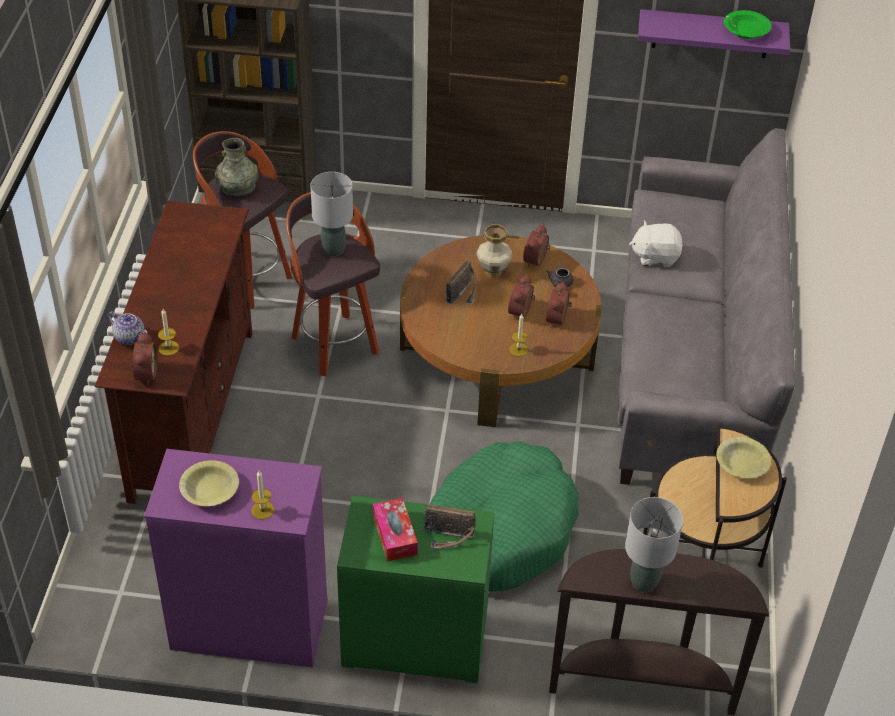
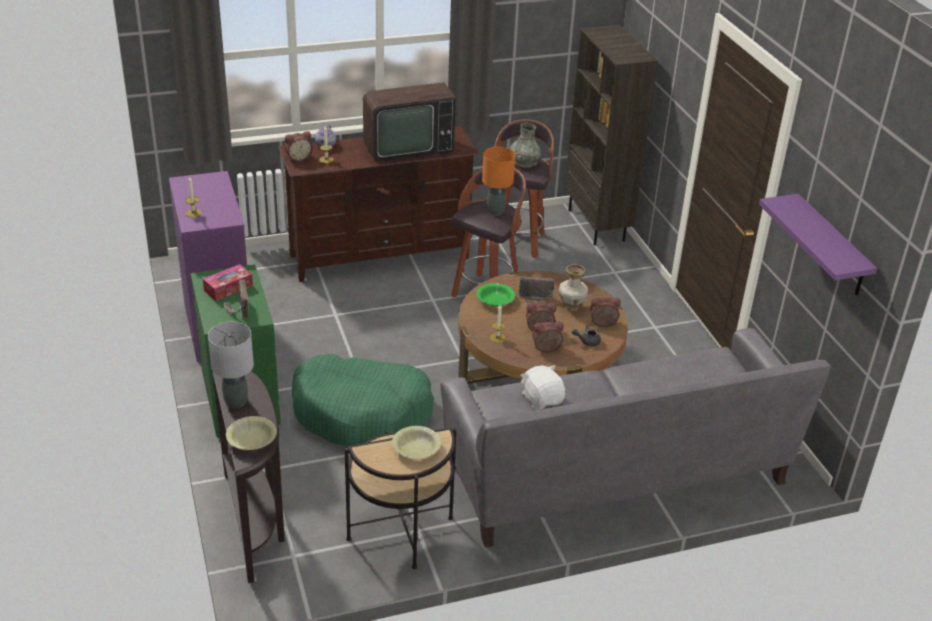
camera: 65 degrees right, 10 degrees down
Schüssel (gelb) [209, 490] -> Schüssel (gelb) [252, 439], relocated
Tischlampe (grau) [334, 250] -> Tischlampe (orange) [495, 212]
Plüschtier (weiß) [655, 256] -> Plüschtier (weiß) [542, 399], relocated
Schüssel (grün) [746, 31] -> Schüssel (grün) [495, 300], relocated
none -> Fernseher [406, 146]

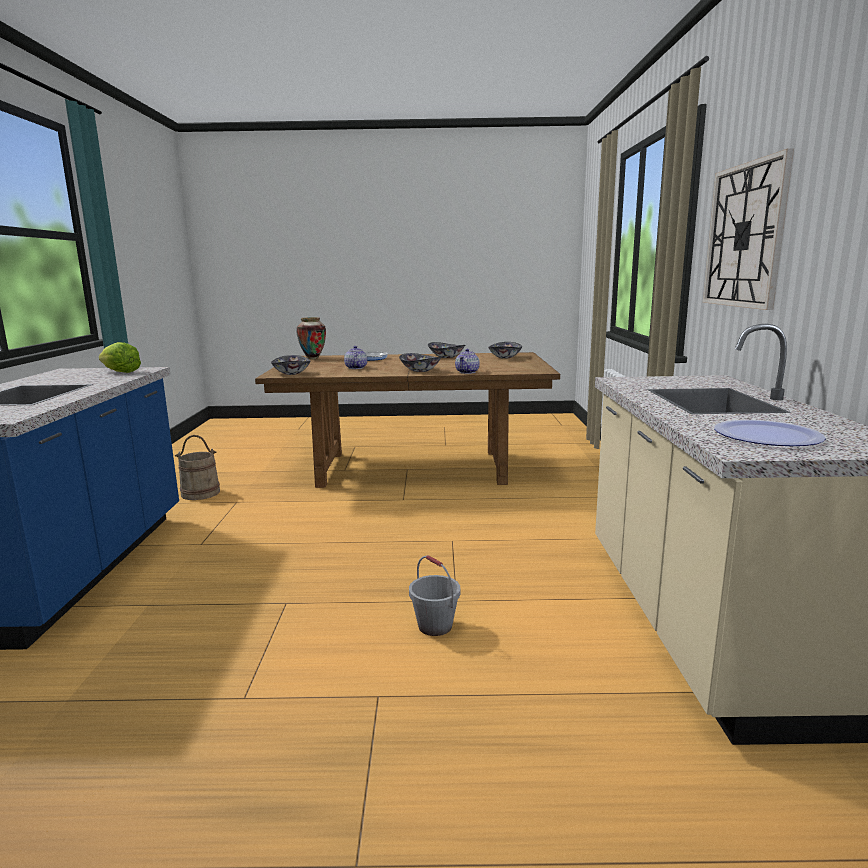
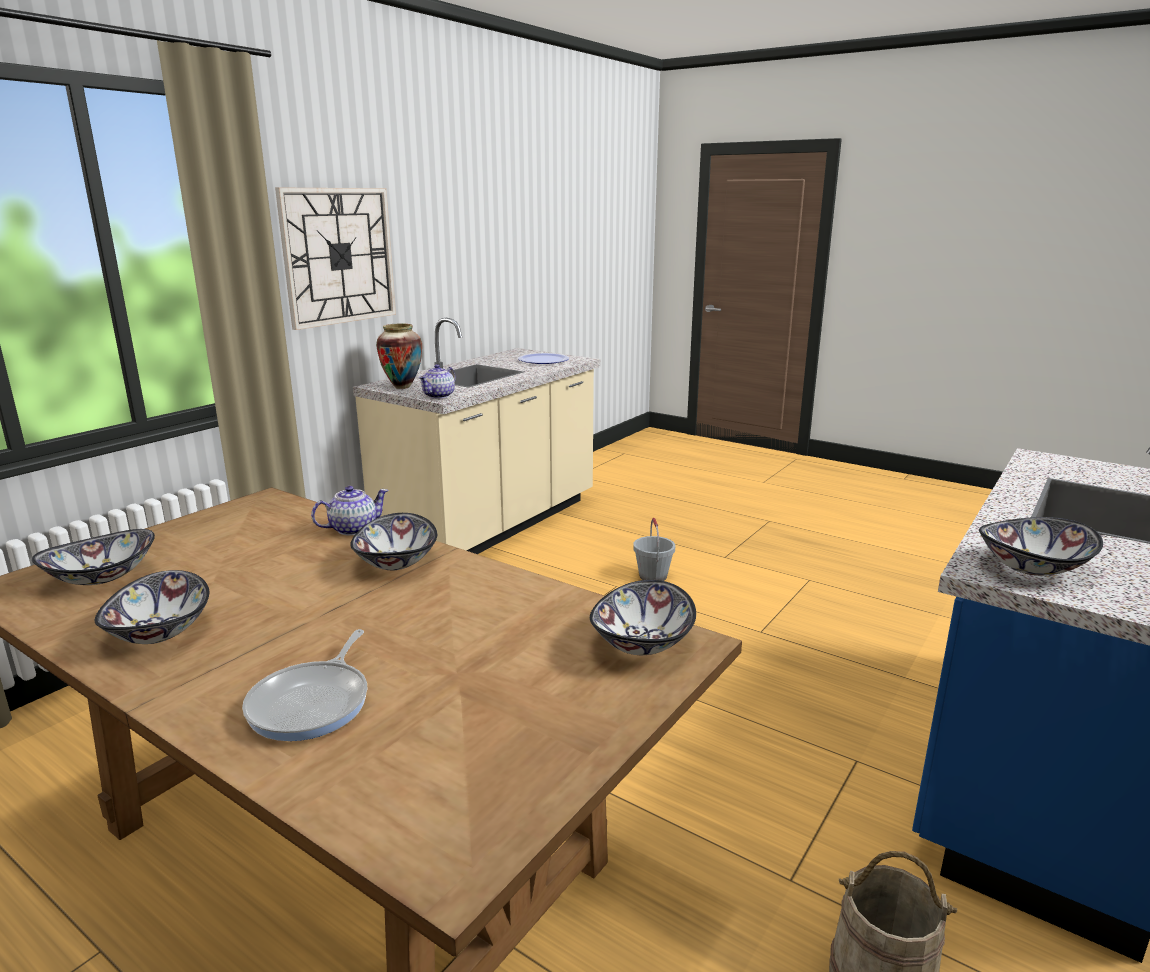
camera: 145 degrees left, 5 degrees up
Salatkopf [120, 372] -> Schüssel [1031, 567]
Vase [313, 358] -> Vase [402, 387], relocated
Teekanne [355, 368] -> Teekanne [439, 396], relocated

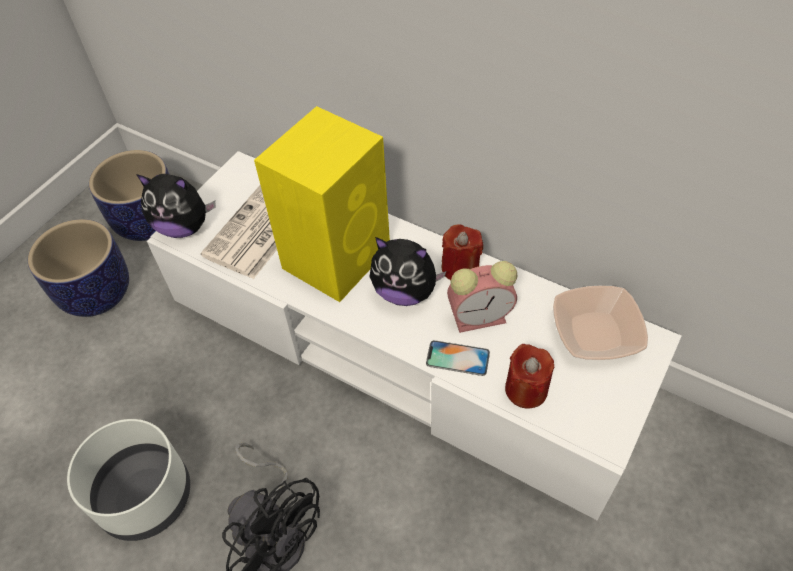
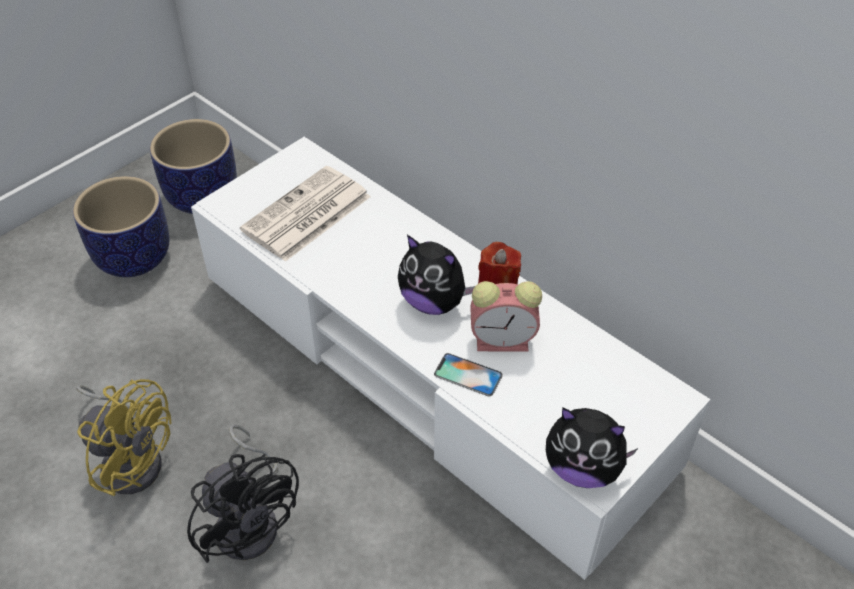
camera: 10 degrees right, 5 degrees down
Pflanzkübel (weiß) [145, 495] -> Ventilator (gelb) [131, 458]
Plüschtier [184, 227] -> Plüschtier [582, 468], relocated
Lautsprecher (gelb) [338, 256] -> none
Kerze (rot) [526, 389] -> none
Schüssel [595, 332] -> none

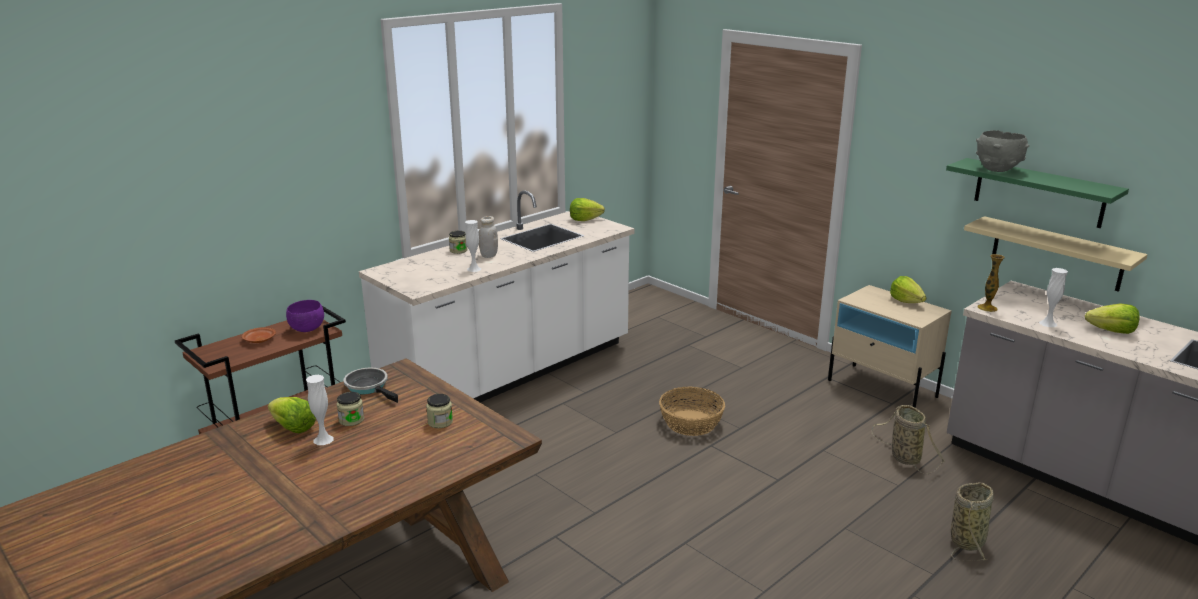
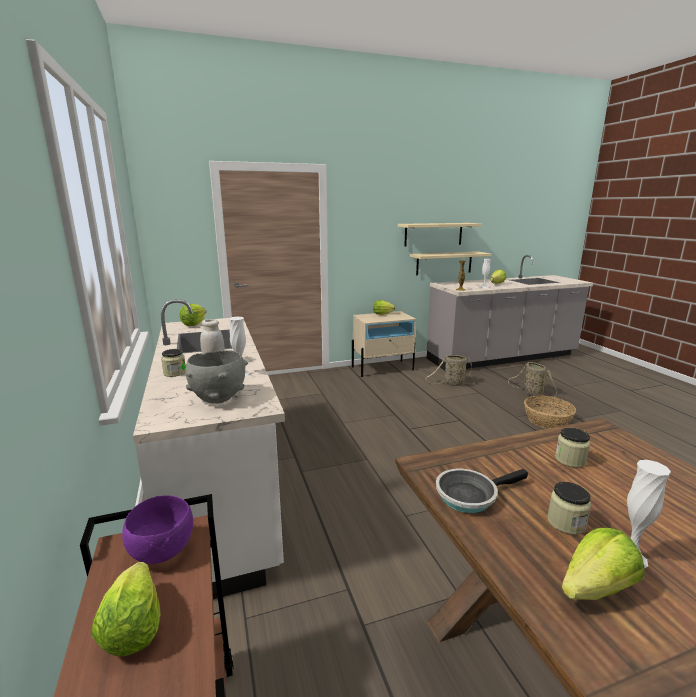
camera: 65 degrees left, 5 degrees down
Teller (braun) [259, 340] -> Salatkopf [134, 627]
Korb [691, 422] -> Korb [546, 420], relocated
Wandregal (grün) [1039, 193] -> Wandregal (beige) [433, 234]
Schüssel (grau) [997, 169] -> Schüssel (grau) [218, 398], relocated

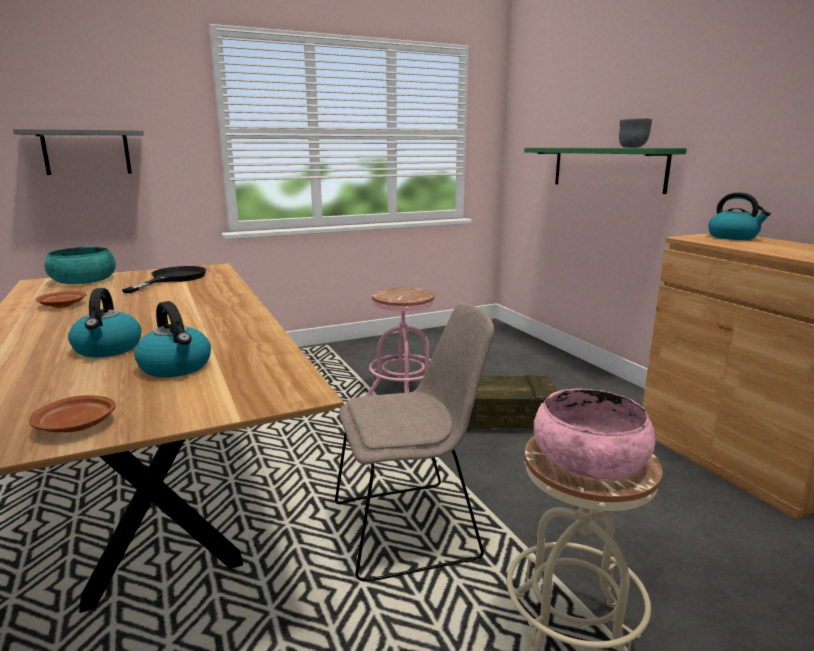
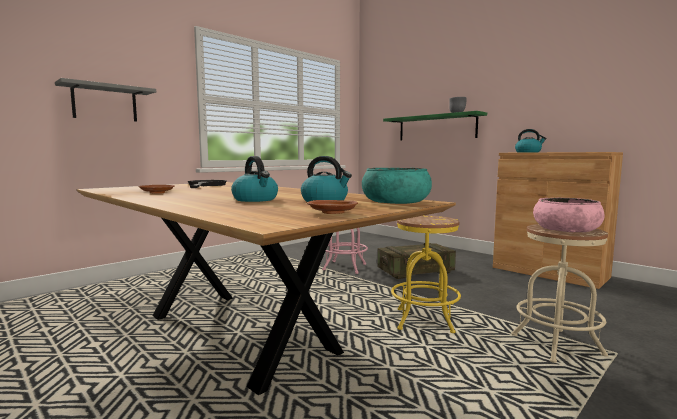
camera: 20 degrees left, 10 degrees down
Schüssel (türkis) [83, 280] -> Schüssel (türkis) [395, 202], relocated
Stuhl (beige) [411, 528] -> Hocker (gelb) [424, 321]

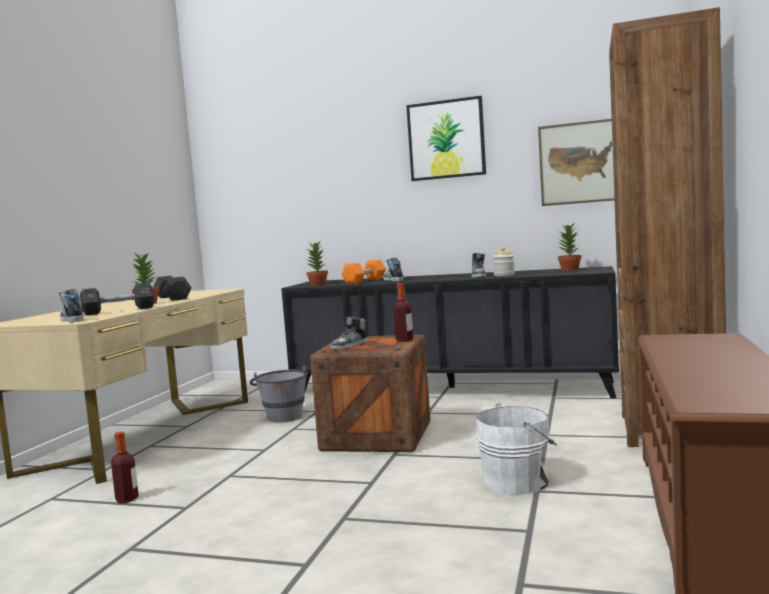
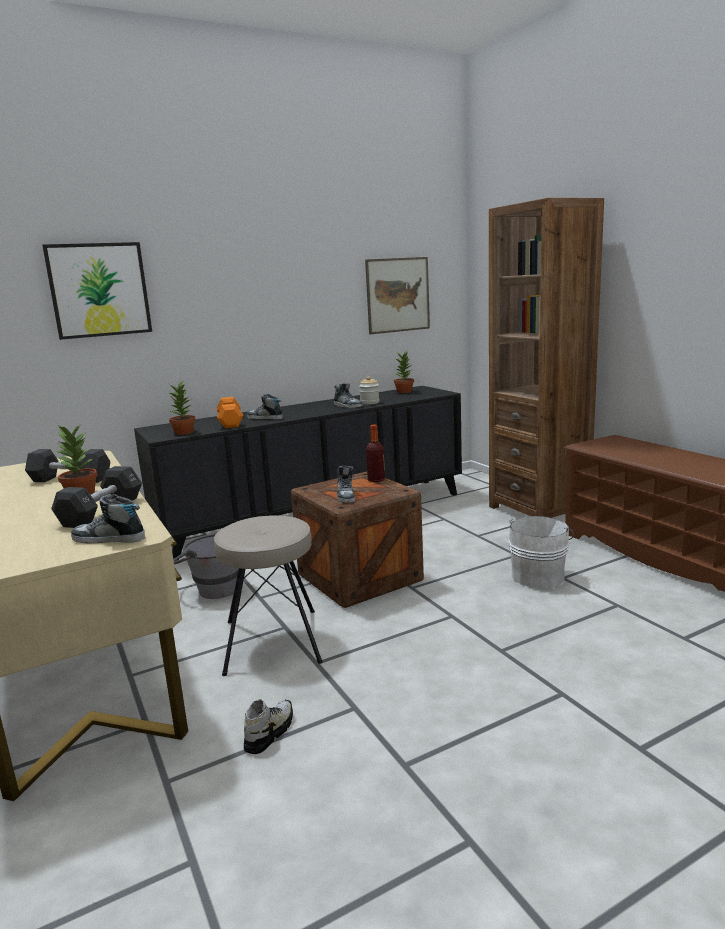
camera: 45 degrees left, 10 degrees up
Flasche [127, 499] -> Schuh [269, 733]
Bild [446, 139] -> Bild [99, 290], relocated
none -> Hocker (beige) [273, 640]

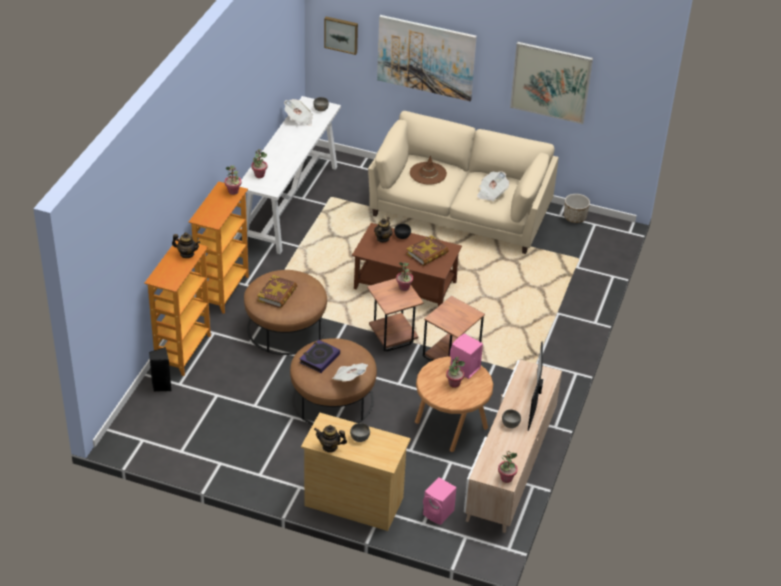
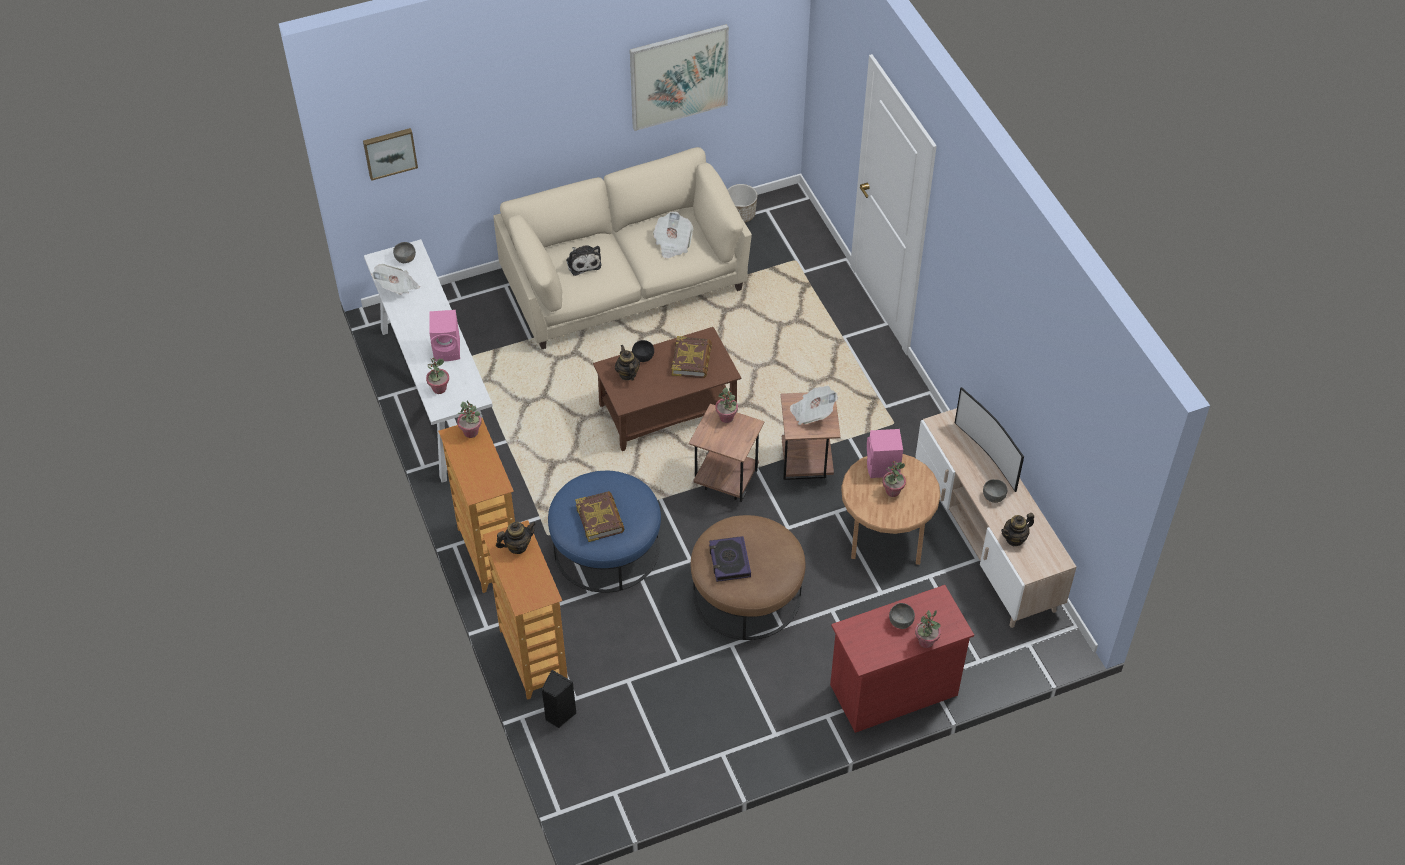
camera: 40 degrees left, 10 degrees up
Polsterhocker (braun) [286, 328] -> Polsterhocker (blau) [606, 548]
Kommode (beige) [353, 501] -> Kommode (rot) [893, 690]
Teekanne [330, 447] -> Teekanne [1015, 538], relocated
Zeitung [349, 378] -> Zeitung [812, 413], relocated
Bild [426, 57] -> none
Hut (braun) [428, 173] -> Plüschtier [583, 262]
Lautsprecher (rosa) [439, 513] -> Lautsprecher (rosa) [448, 350], relocated
Topfpflanze [506, 478] -> Topfpflanze [925, 641], relocated

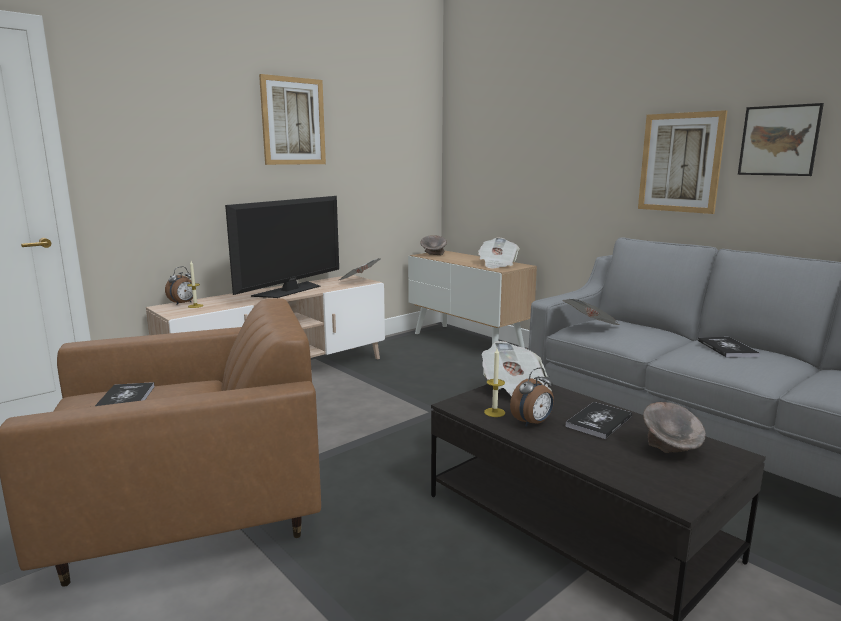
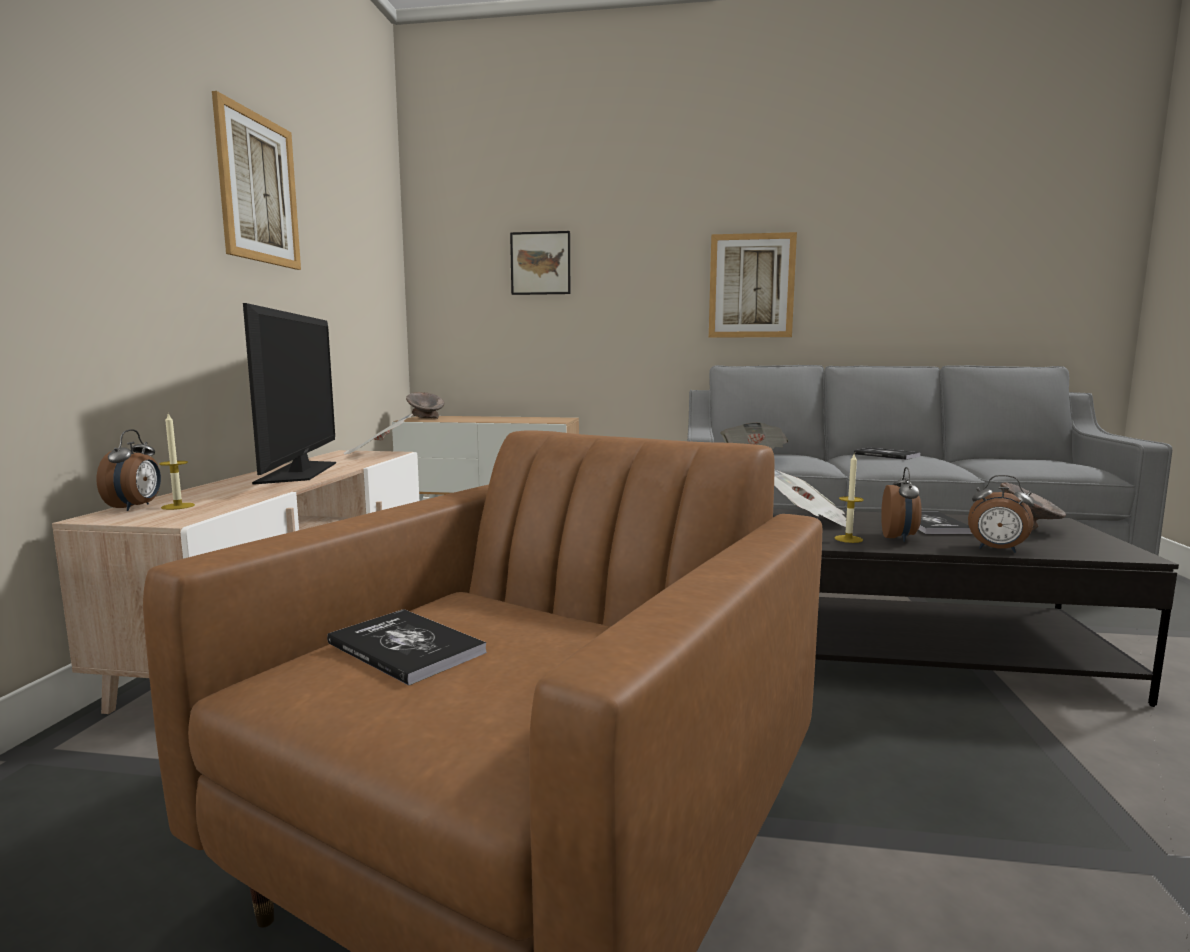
camera: 40 degrees left, 5 degrees down
Zeitung [497, 264] -> none
Bild [778, 140] -> Bild [540, 263], relocated
none -> Wecker [997, 550]

